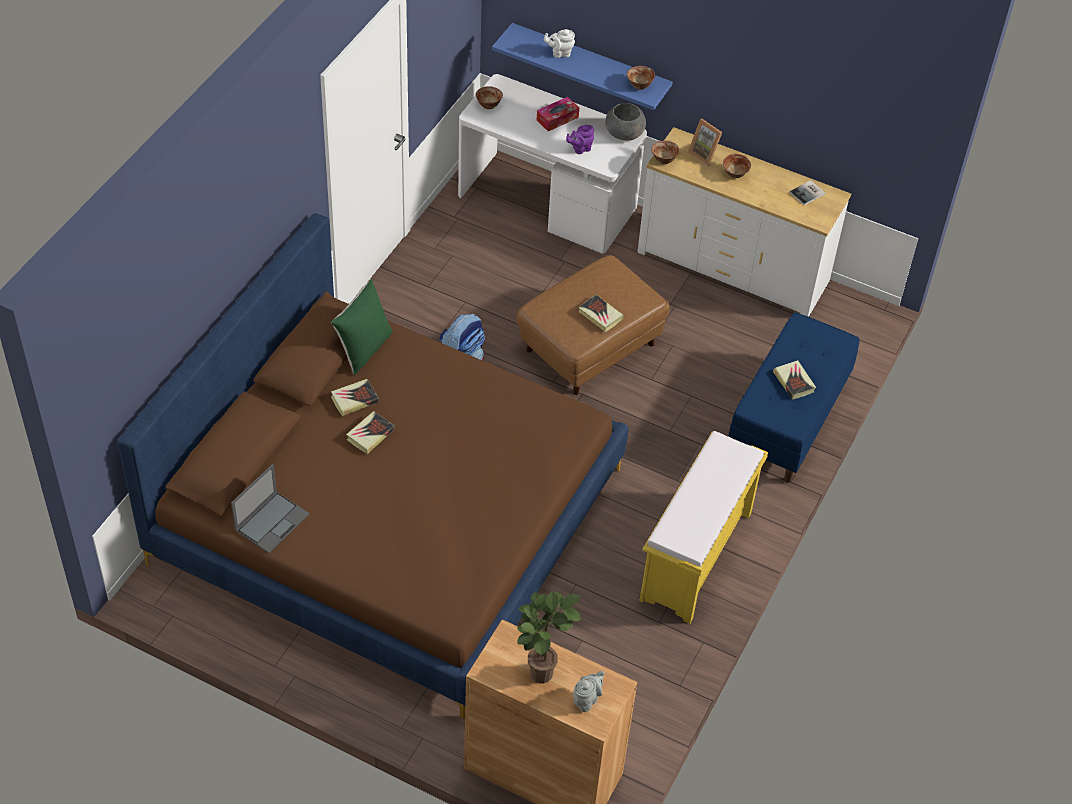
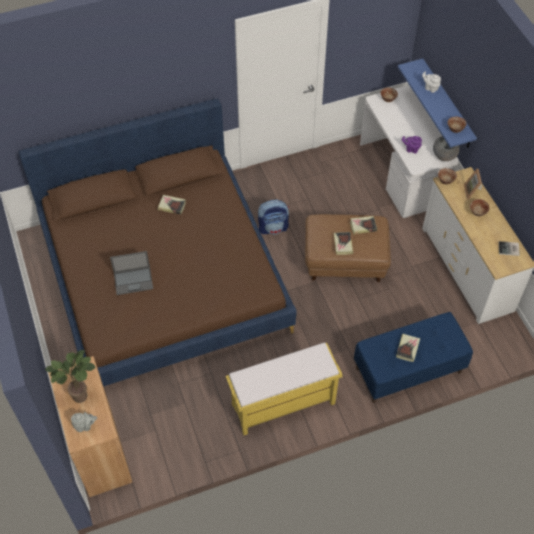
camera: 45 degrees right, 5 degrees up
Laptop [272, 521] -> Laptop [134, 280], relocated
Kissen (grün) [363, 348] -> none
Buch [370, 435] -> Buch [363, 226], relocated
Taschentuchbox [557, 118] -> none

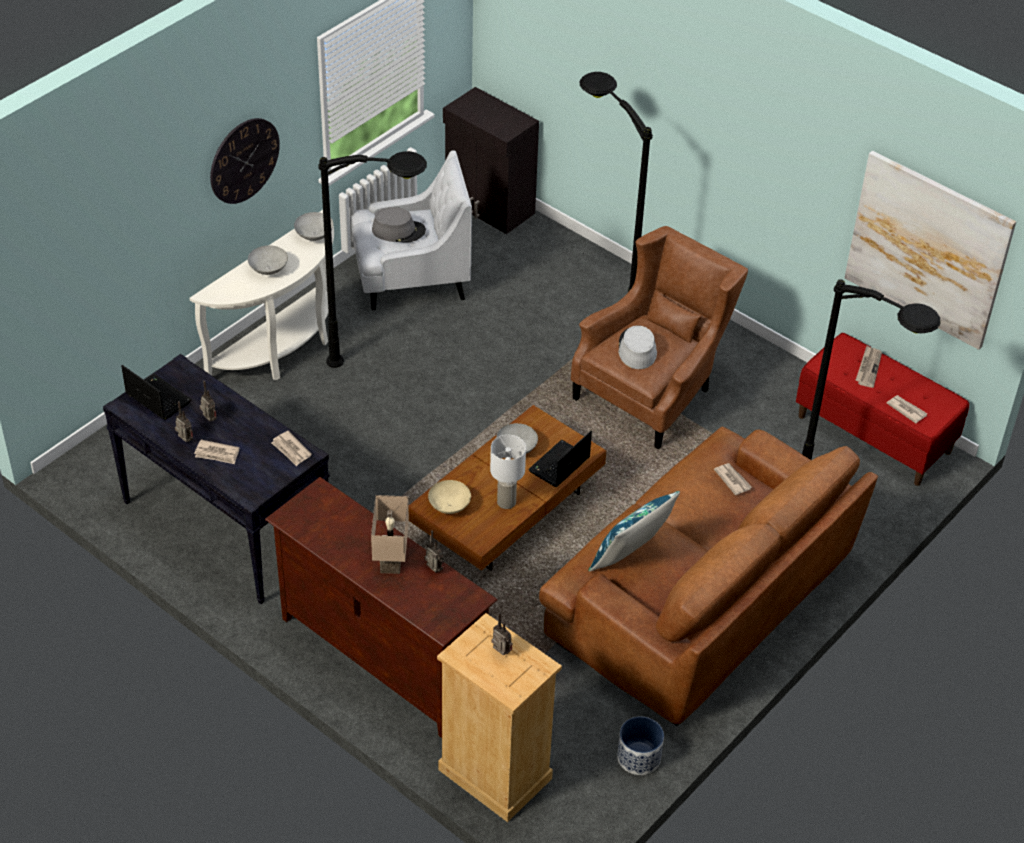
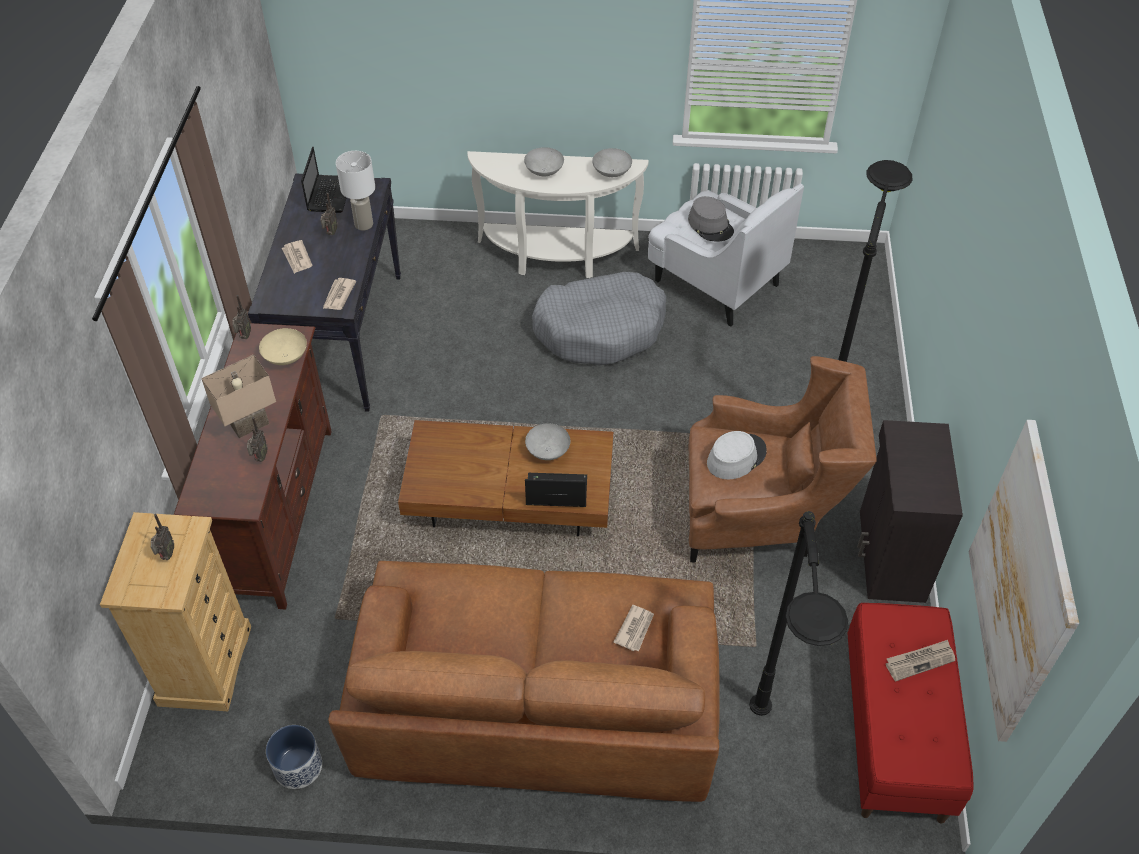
camera: 55 degrees right, 5 degrees up
Radio [185, 441] -> Radio [244, 336], relocated
Wanduhr [244, 160] -> none
Stehlampe (schwarz) [389, 369] -> Hundebett (grau) [600, 329]
Schüssel (beige) [450, 506] -> Schüssel (beige) [286, 358], relocated
Schrank (schwarz) [489, 207] -> Schrank (schwarz) [890, 556], relocated
Tischlampe (weiß) [507, 502] -> Tischlampe (weiß) [364, 225], relocated
Kissen (blau) [631, 558] -> none
Zeitung [906, 410] -> none

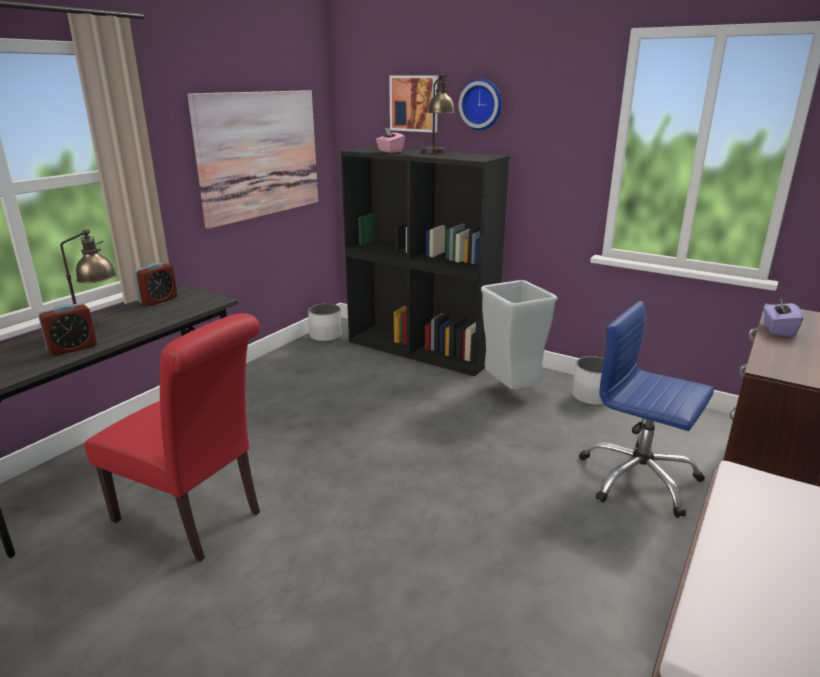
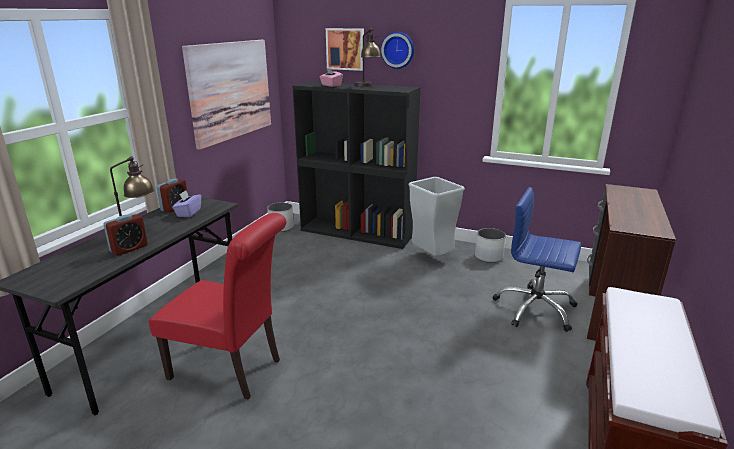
camera: 10 degrees left, 0 degrees up
Taschentuchbox (lila) [778, 330] -> Taschentuchbox (lila) [188, 213], relocated

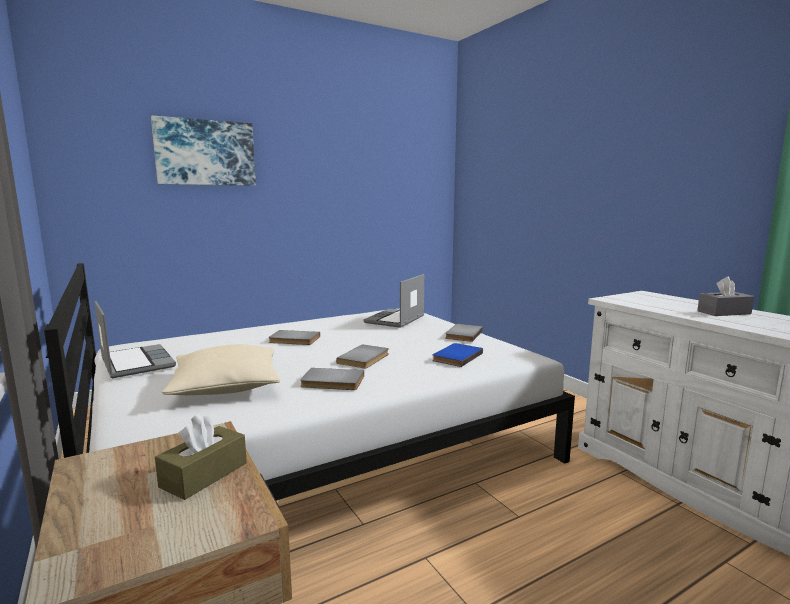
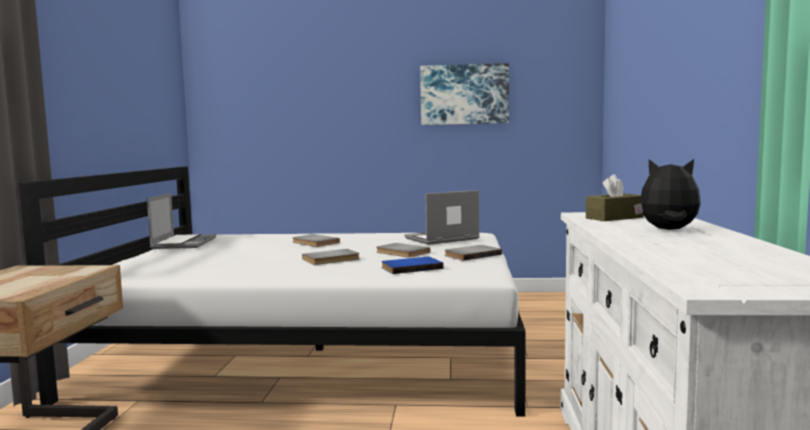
camera: 35 degrees right, 5 degrees down
Bild [205, 153] -> Bild [464, 94], relocated
Taschentuchbox (braun) [204, 475] -> Taschentuchbox (braun) [614, 218], relocated
Kissen (beige) [226, 386] -> none
Buch (grau) [332, 382] -> Buch (grau) [401, 253], relocated
Taschentuchbox (grau) [723, 312] -> Plüschtier [668, 230]

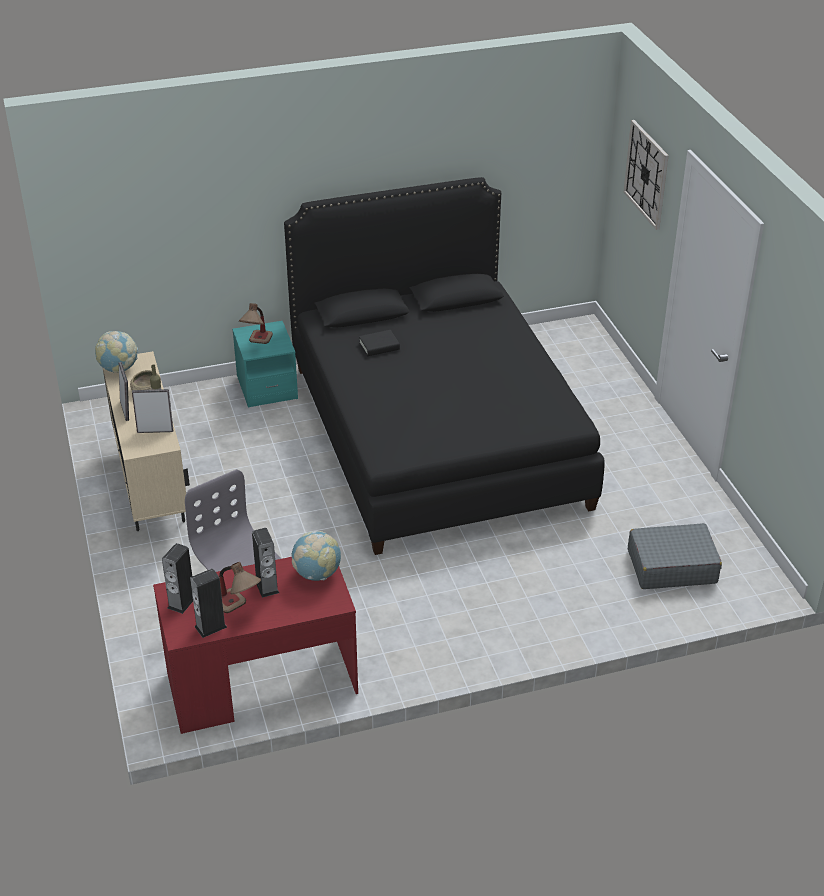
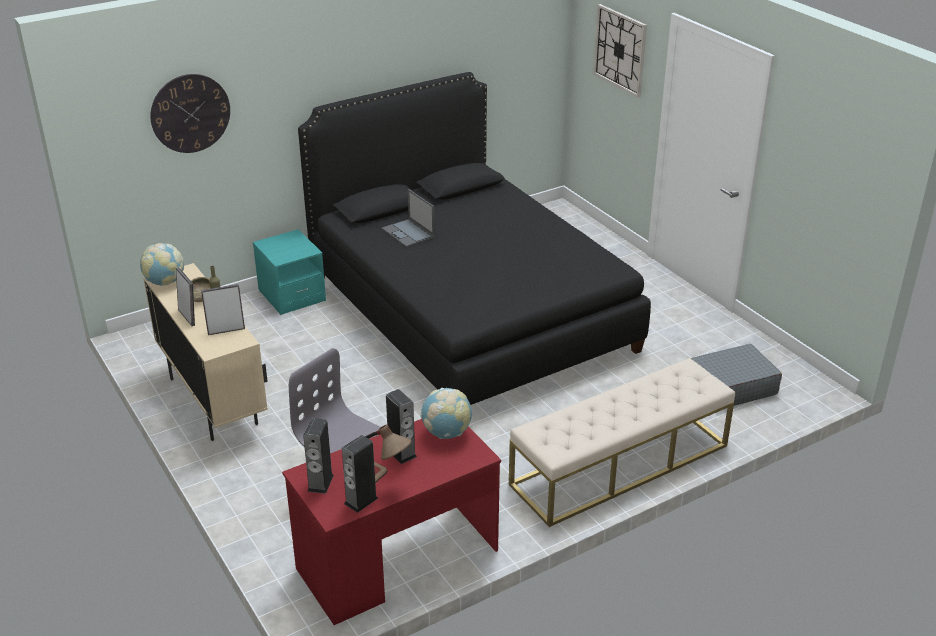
camera: 15 degrees left, 5 degrees down
Tischlampe [257, 344] -> none
Buch (schwarz) [379, 346] -> Laptop [408, 233]
none -> Wanduhr [190, 113]
none -> Bank (beige) [619, 465]

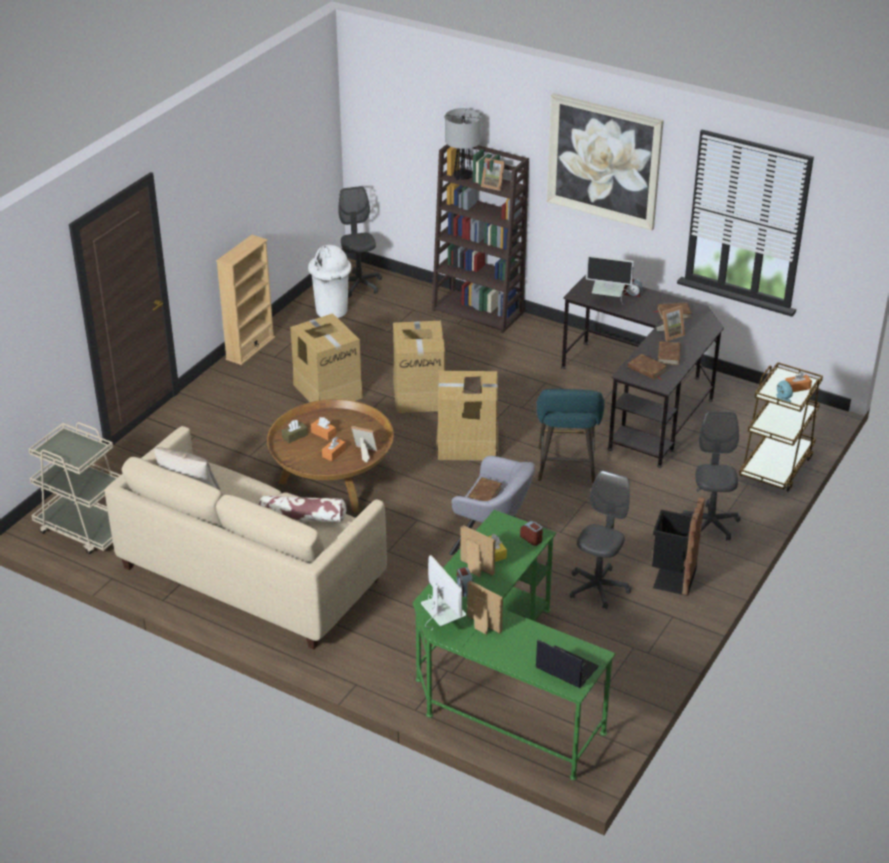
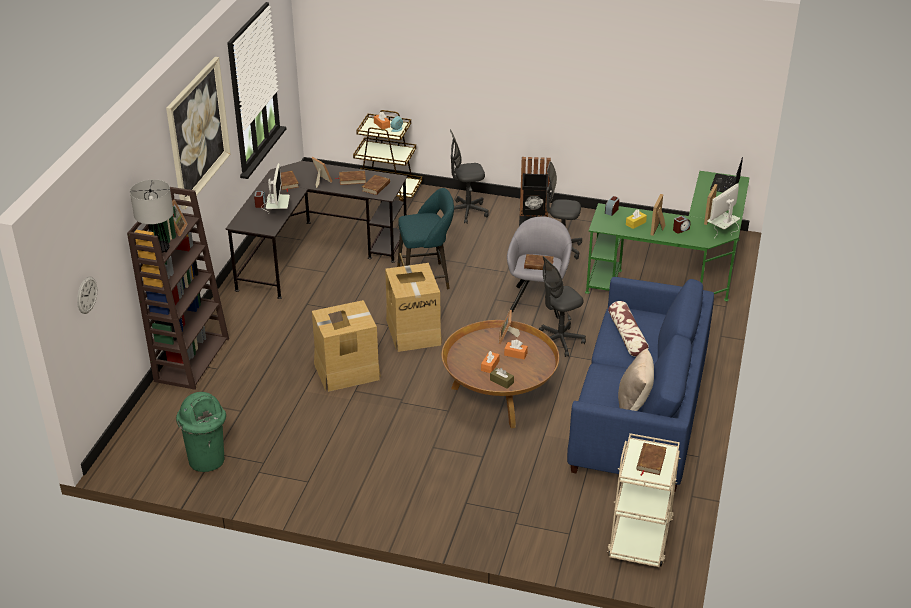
camera: 105 degrees left, 0 degrees up
Sofa (beige) [250, 574] -> Sofa (blau) [639, 414]
Bücherregal (beige) [250, 348] -> none
Karton [328, 390] -> none
Mülleimer (weiß) [331, 311] -> Mülleimer (grün) [207, 460]
Bürostuhl (grau) [359, 285] -> Bürostuhl (grau) [559, 341], relocated
none -> Wanduhr [87, 295]
none -> Buch (braun) [650, 461]

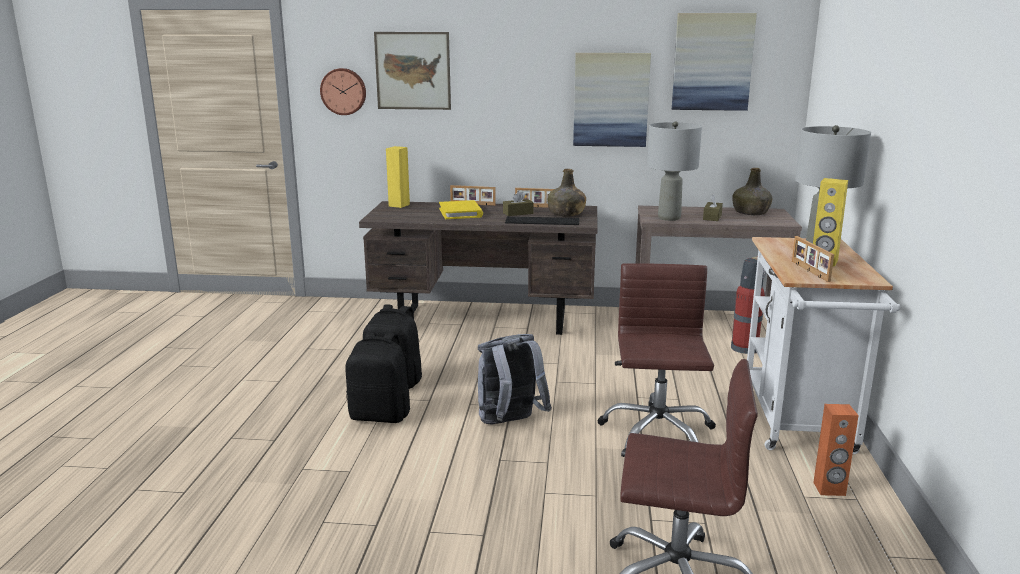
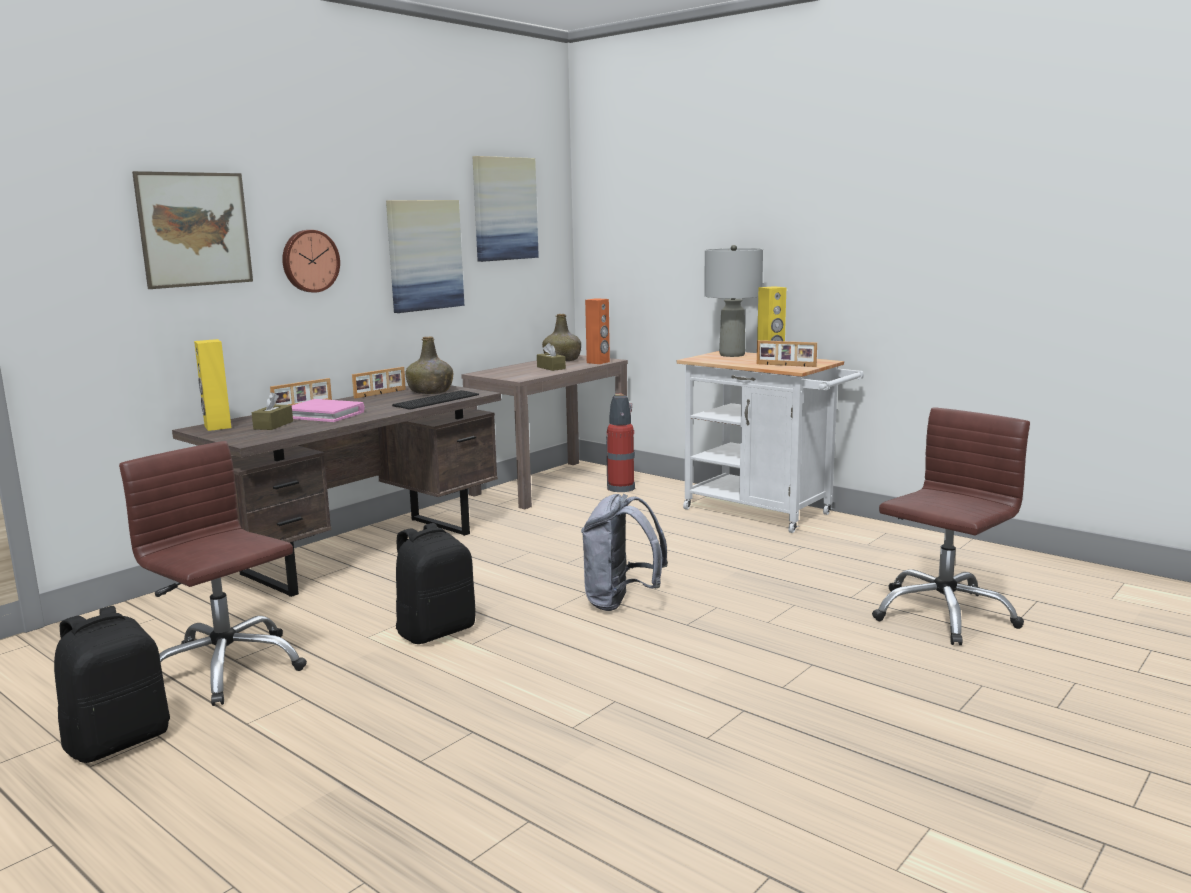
camera: 55 degrees left, 5 degrees down
Wanduhr [343, 91] -> Wanduhr [309, 261], relocated
Rucksack (schwarz) [380, 415] -> Rucksack (schwarz) [119, 741], relocated
Buch (gelb) [460, 213] -> Buch (rosa) [325, 414]
Taschentuchbox (braun) [518, 213] -> Taschentuchbox (braun) [273, 425], relocated
Bürostuhl (braun) [656, 434] -> Bürostuhl (braun) [225, 668], relocated
Tischlampe (grau) [668, 218] -> none
Lautsprecher (orange) [829, 489] -> Lautsprecher (orange) [598, 362], relocated

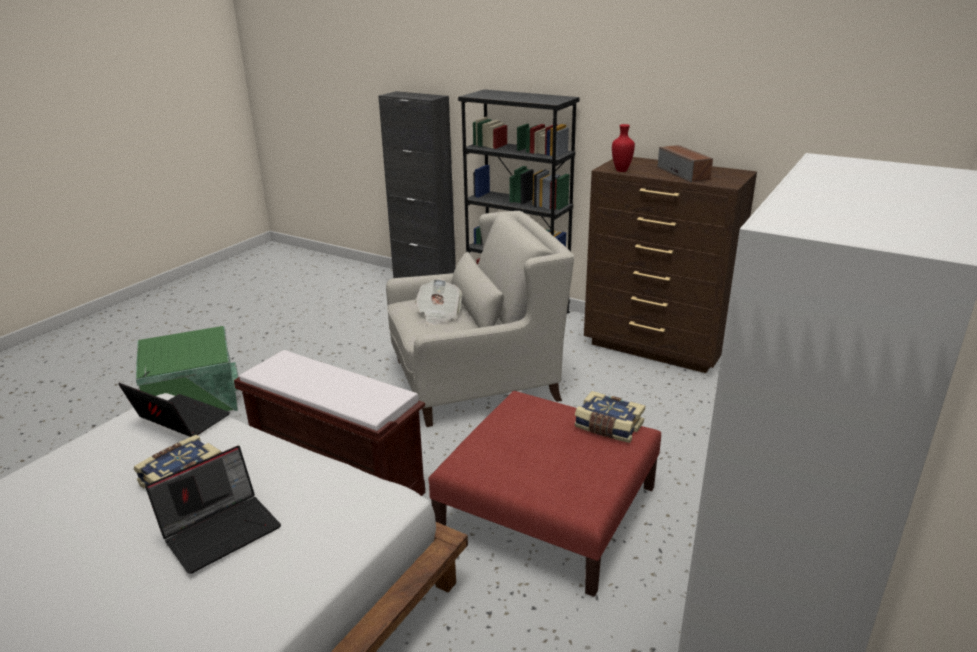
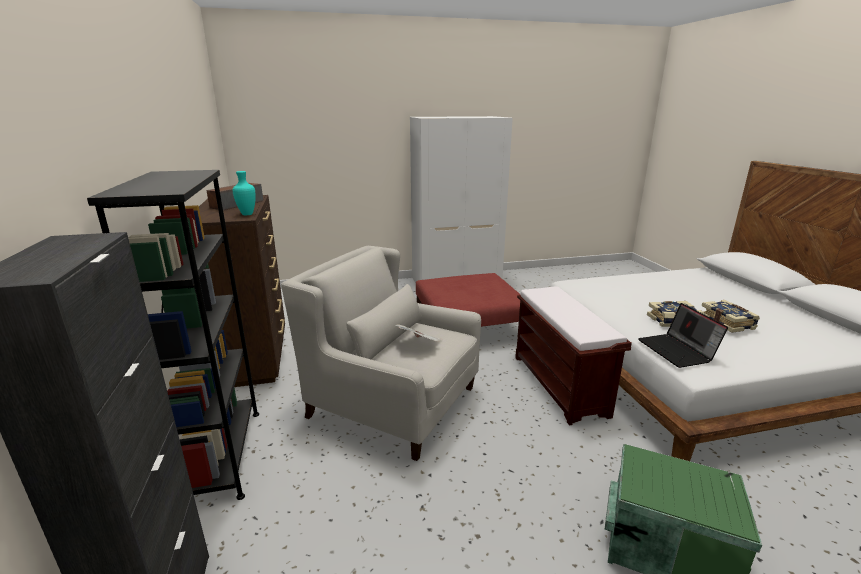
camera: 135 degrees left, 5 degrees down
Laptop [221, 529] -> none
Buch [608, 427] -> Buch [727, 322], relocated
Vase (rot) [622, 171] -> Vase (türkis) [248, 214]

